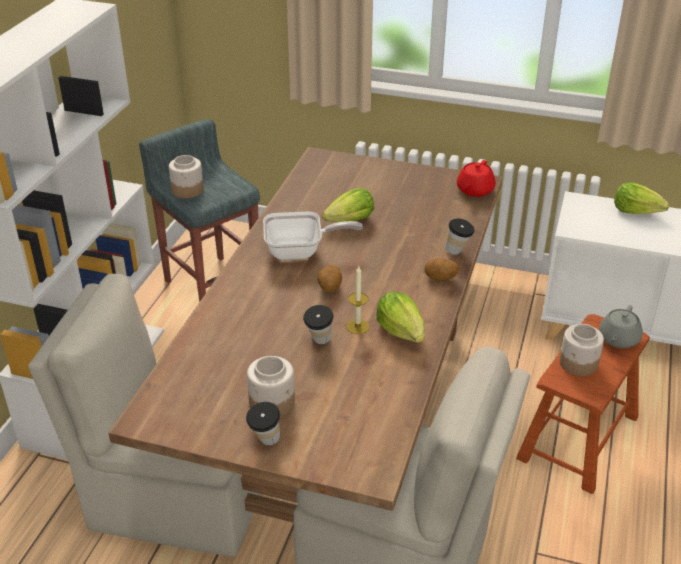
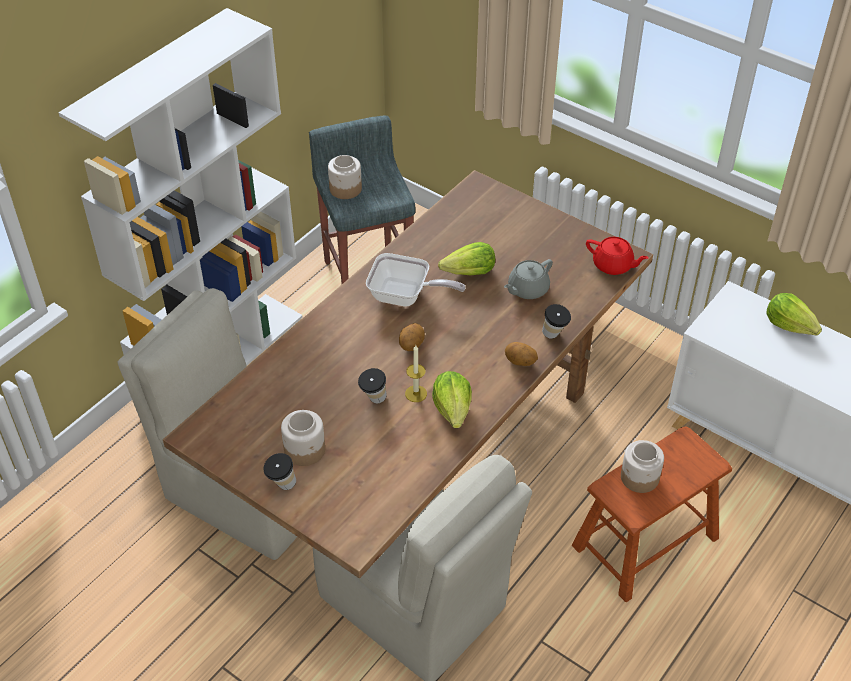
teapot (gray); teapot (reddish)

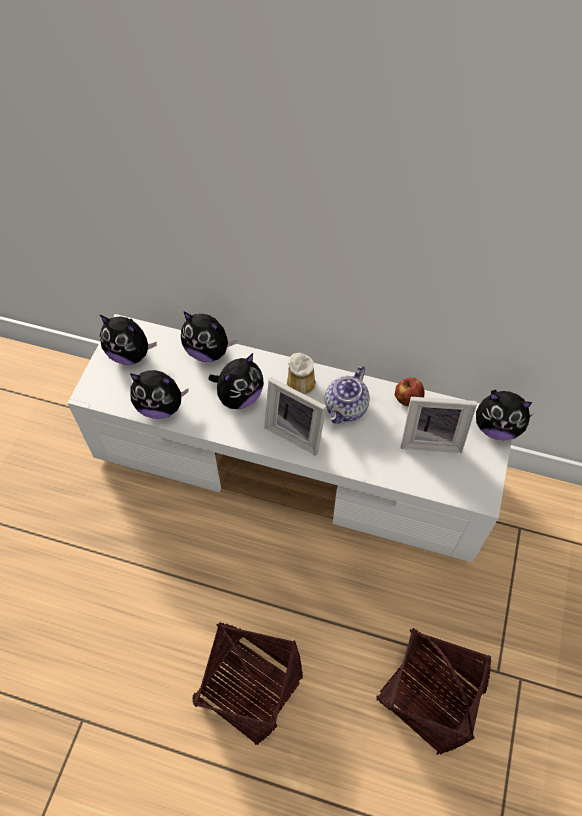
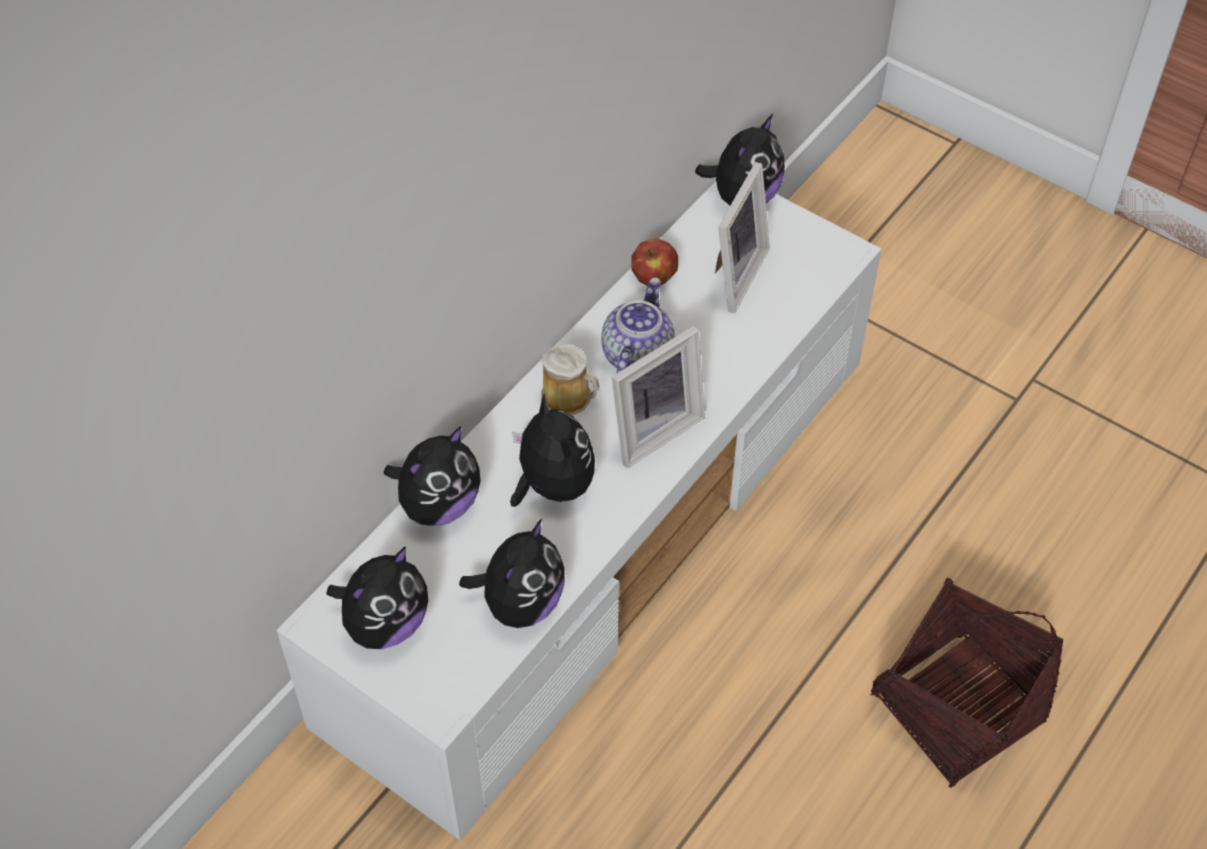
teapot; household basket (no. 2 from left in the first image)

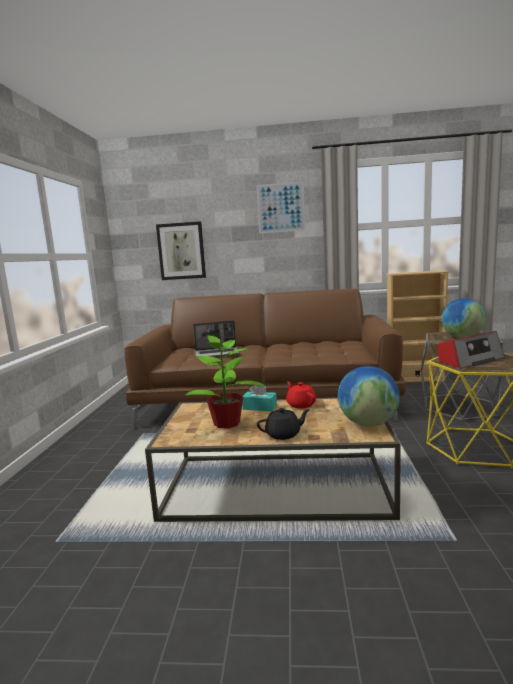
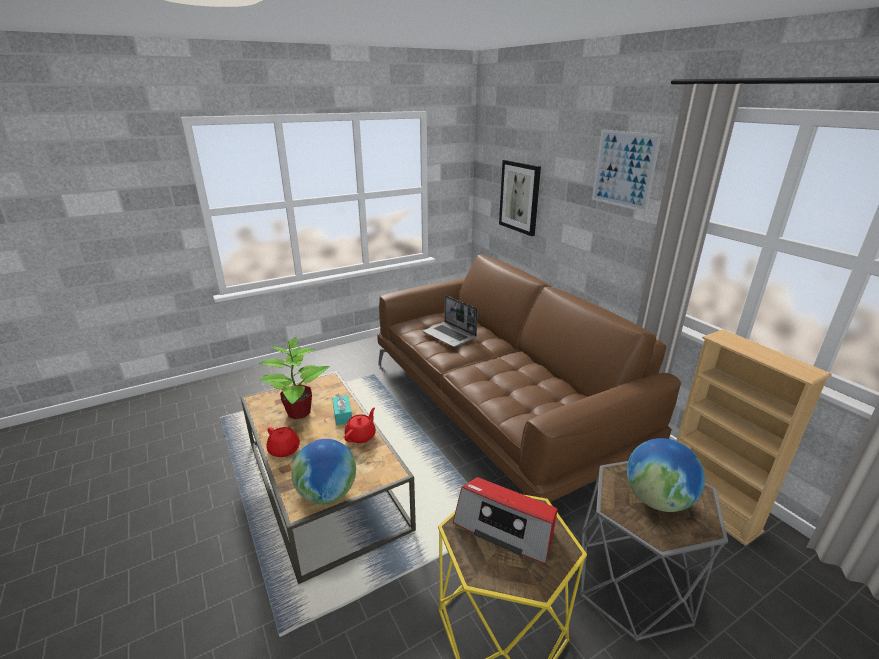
teapot (reddish) (no. 1 from left)

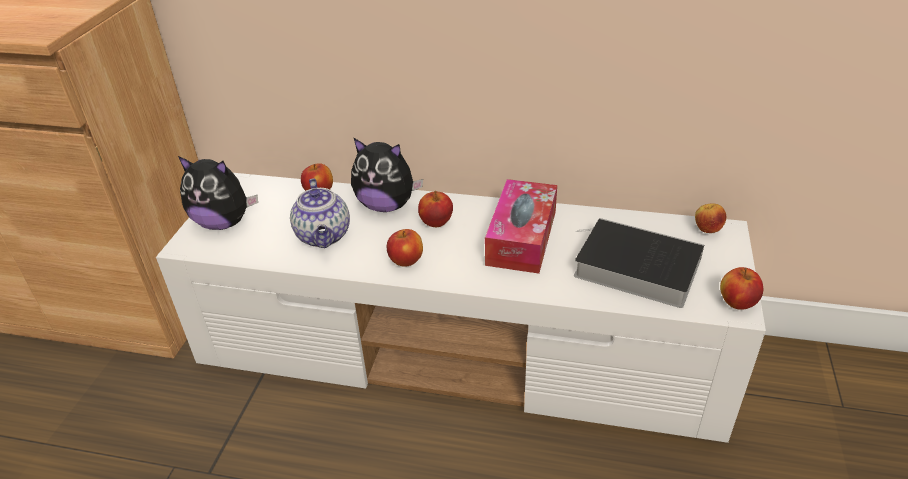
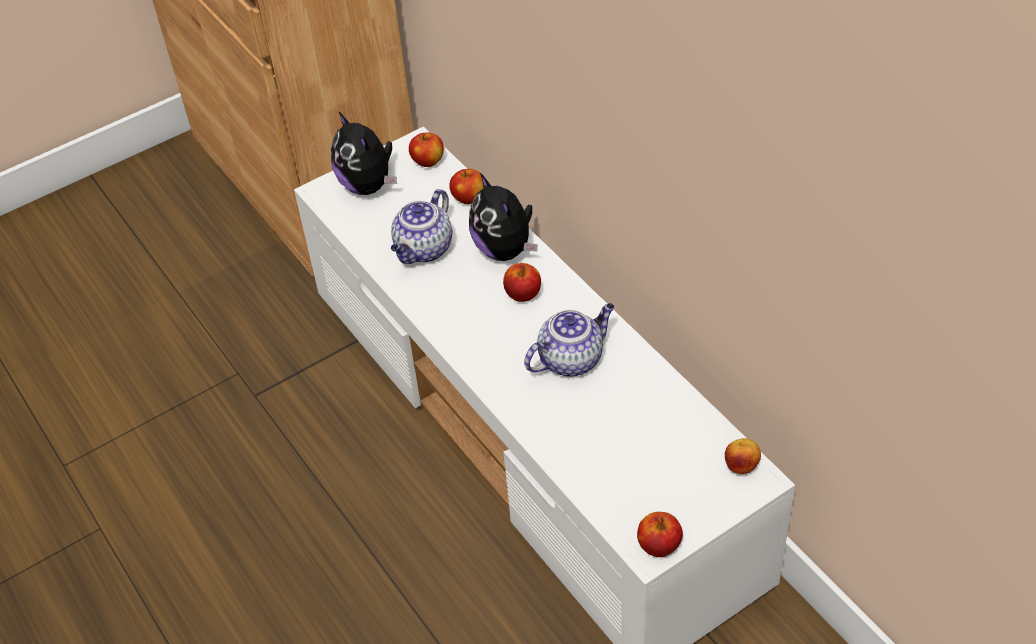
whole apple (no. 1 from left); teapot (no. 2 from left); volume

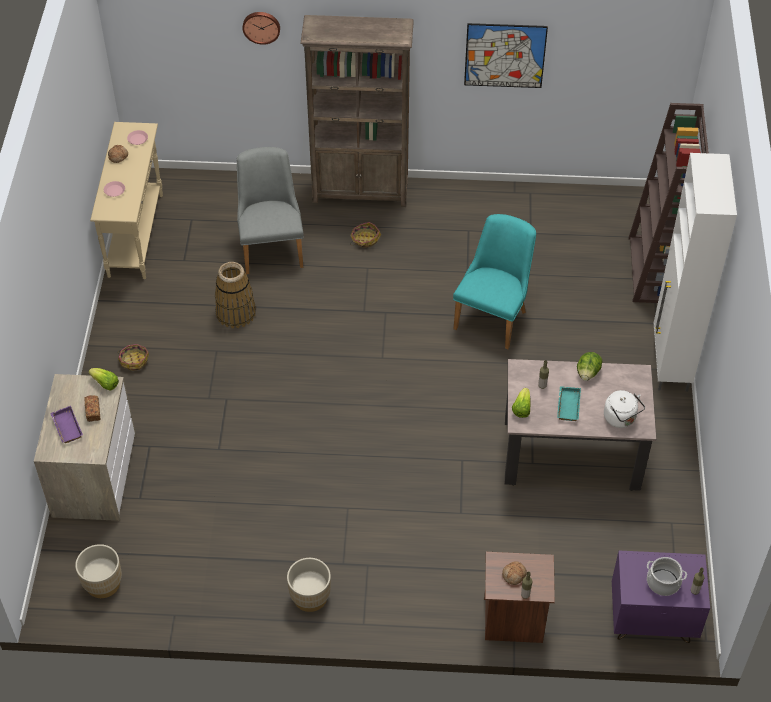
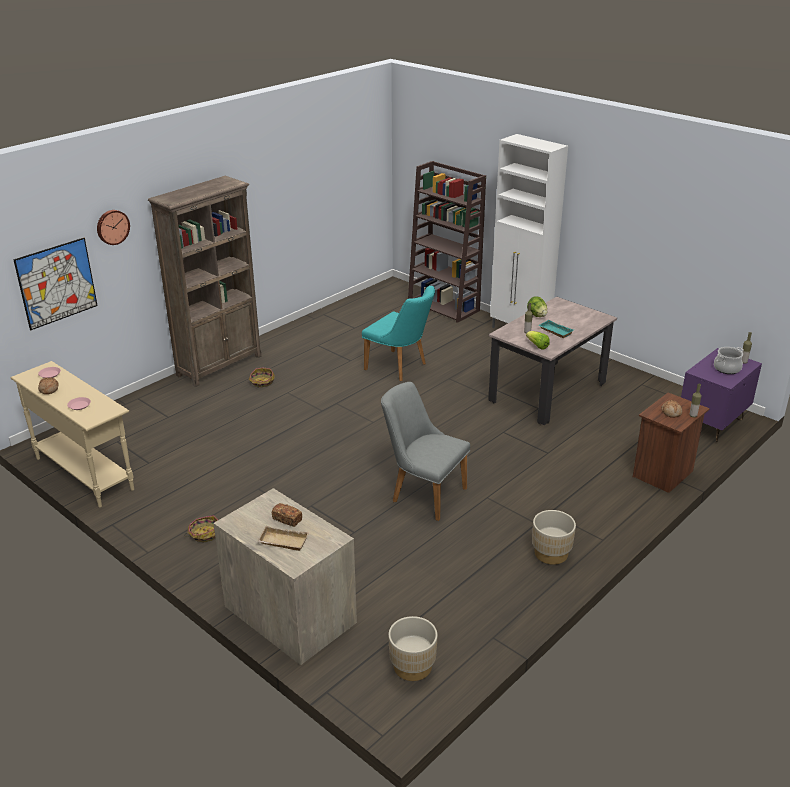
wall art; tray (sand-coloured); plain chair (turquoise); plain chair (gray); lettuce head (no. 1 from left in the first image); household basket (no. 2 from left in the first image); tea kettle (white-coloured)

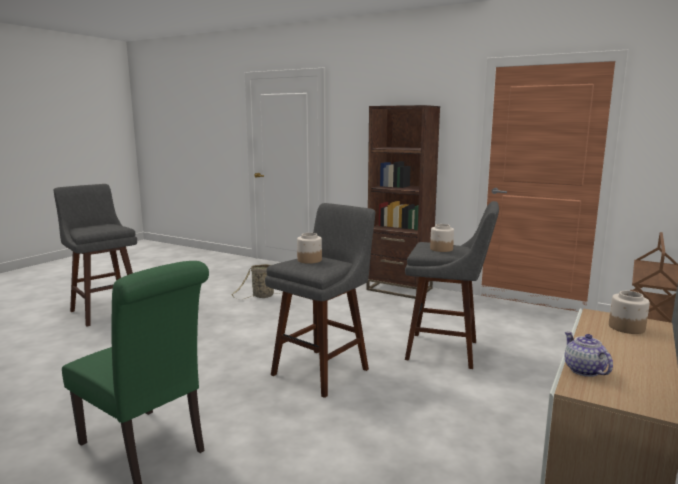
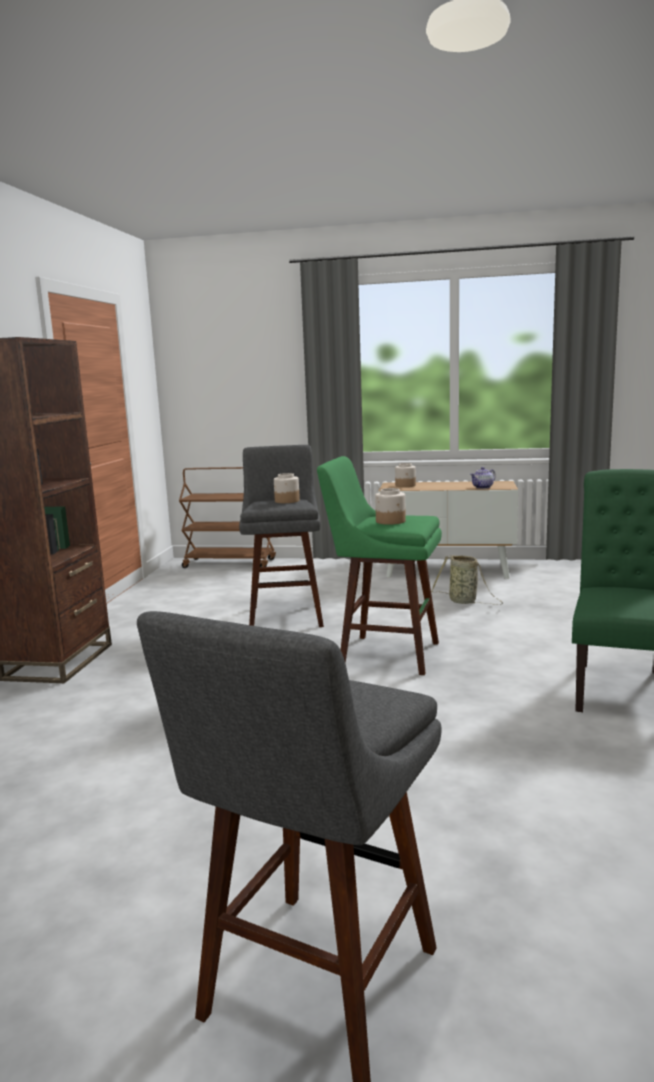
sitting stool (green); household basket

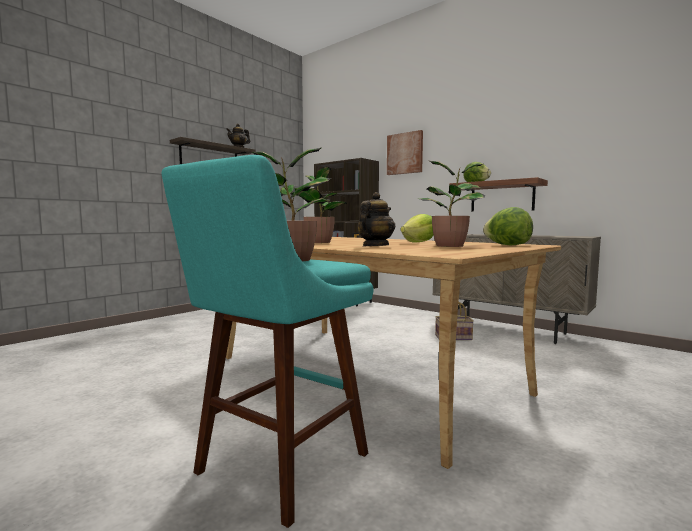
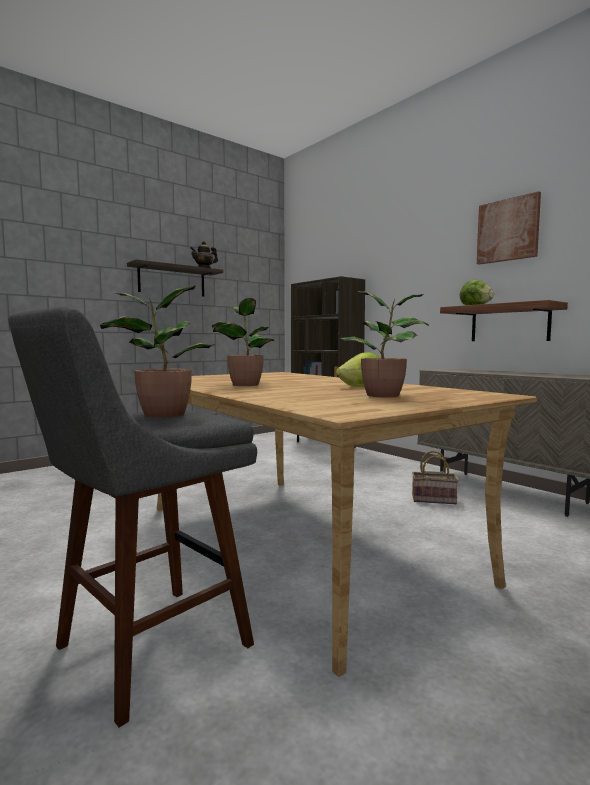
sitting stool (gray); wall art; teapot (no. 2 from left in the first image); lettuce head (no. 3 from left in the first image)

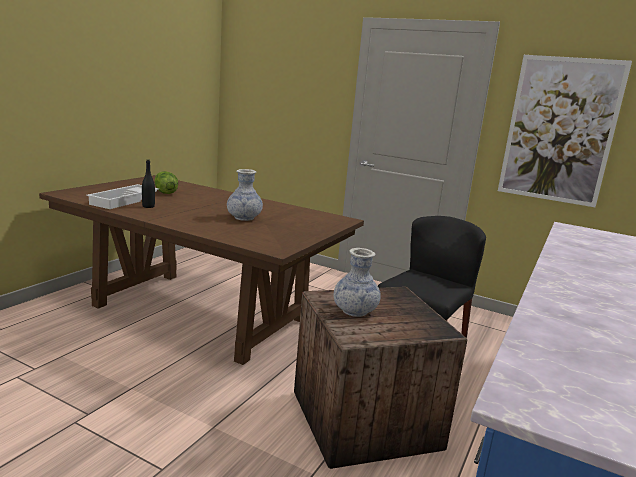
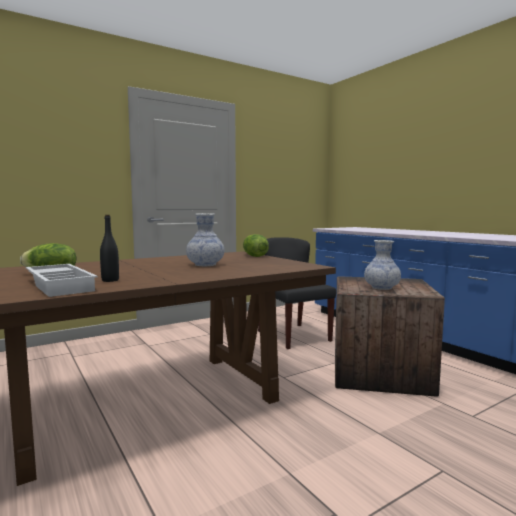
lettuce head (no. 2 from left); wall art

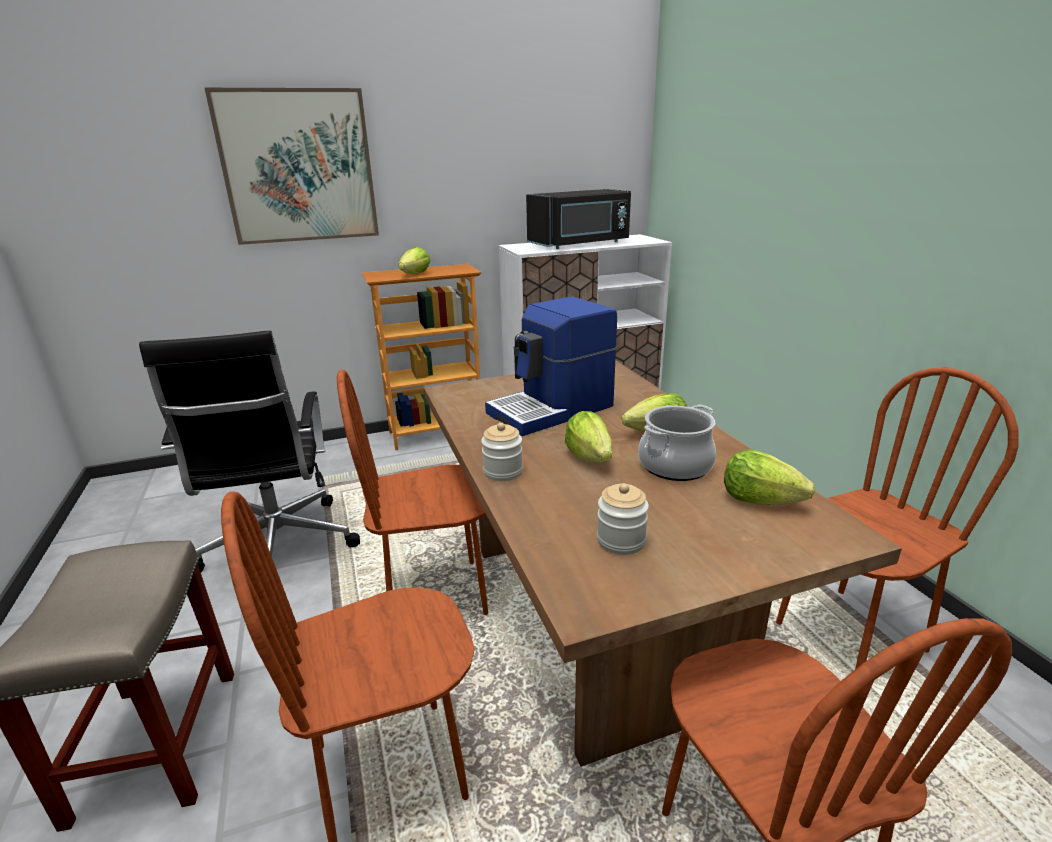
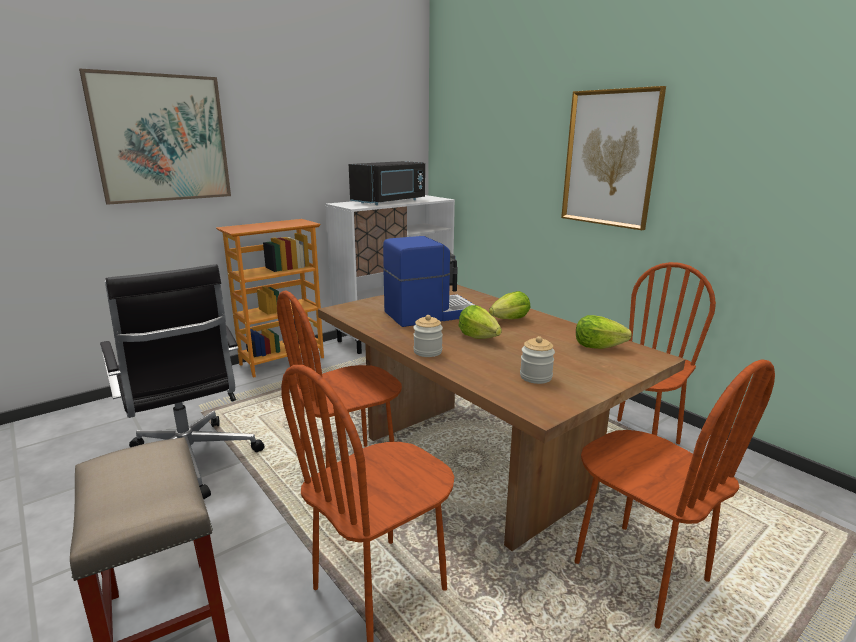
coffee maker; wall art (no. 2 from left); lettuce head (no. 1 from left in the first image); saucepot

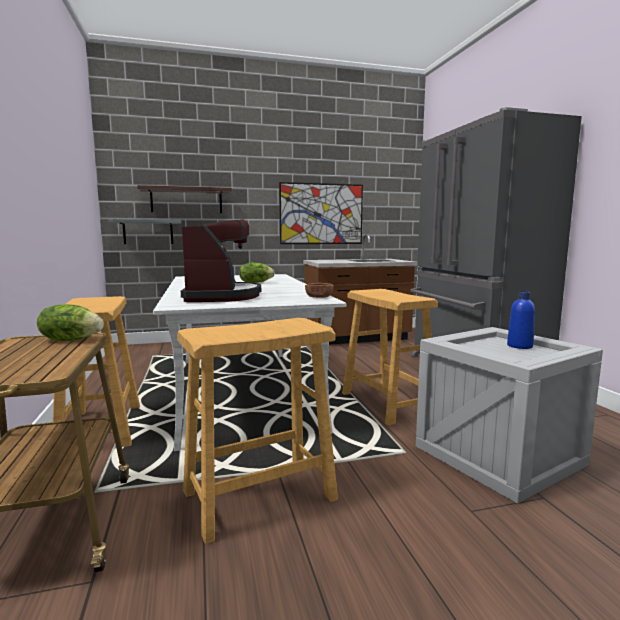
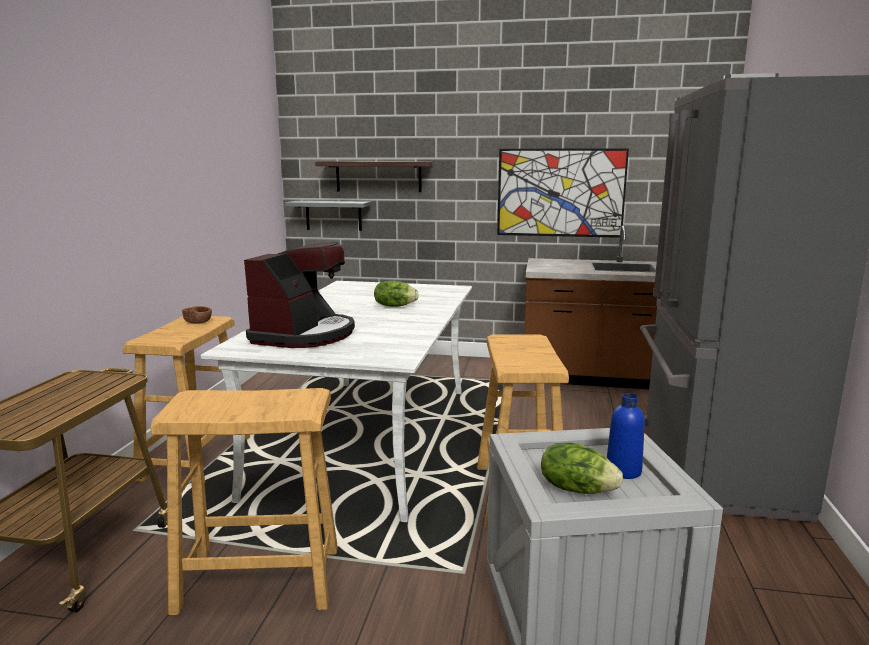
serving bowl (brown); lettuce head (no. 2 from left)

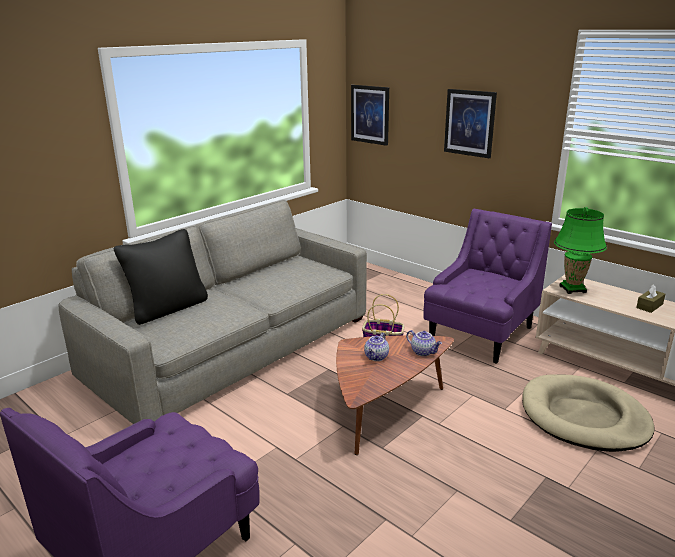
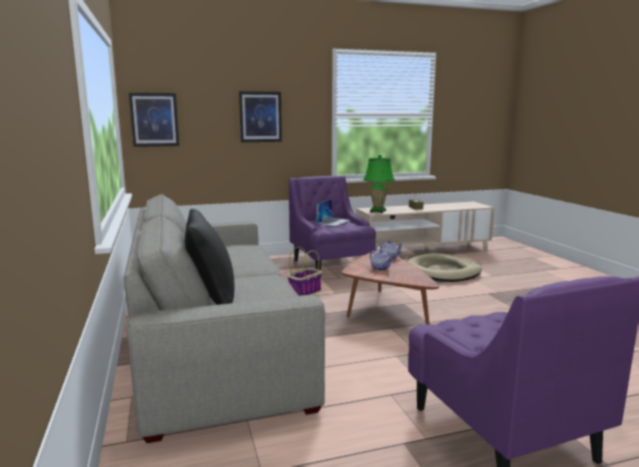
portable computer

